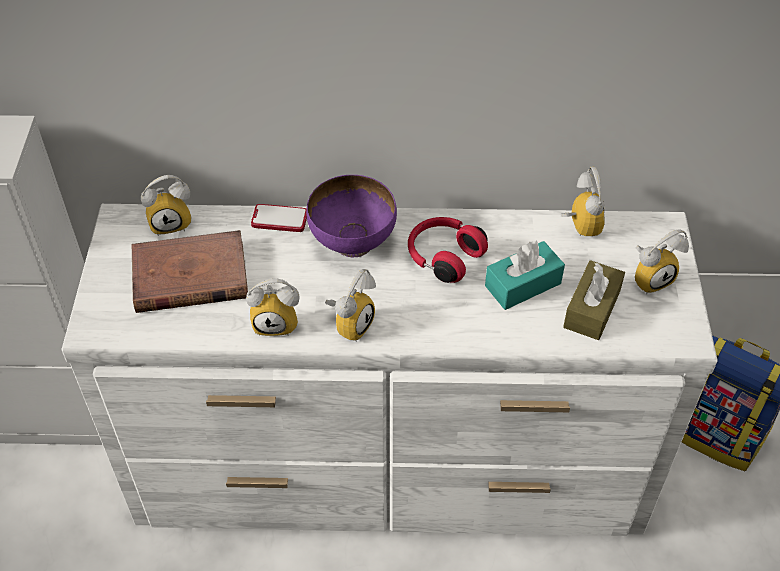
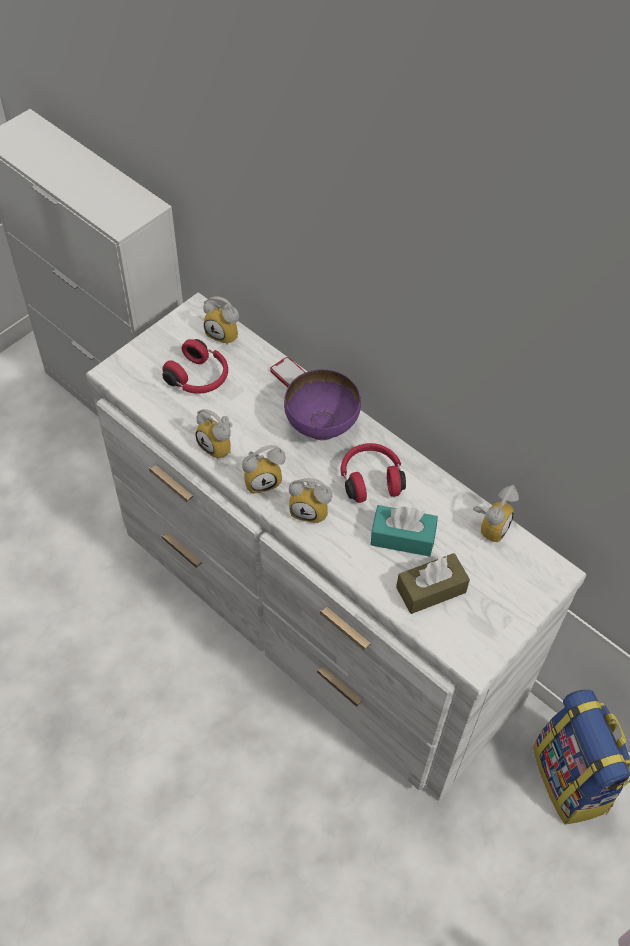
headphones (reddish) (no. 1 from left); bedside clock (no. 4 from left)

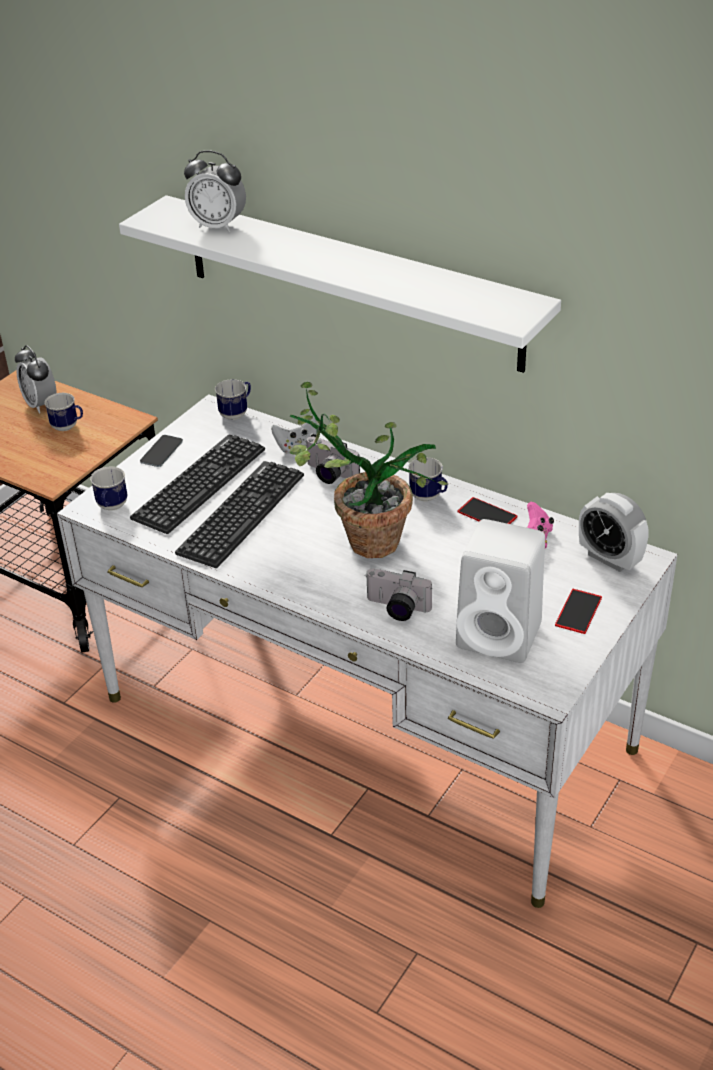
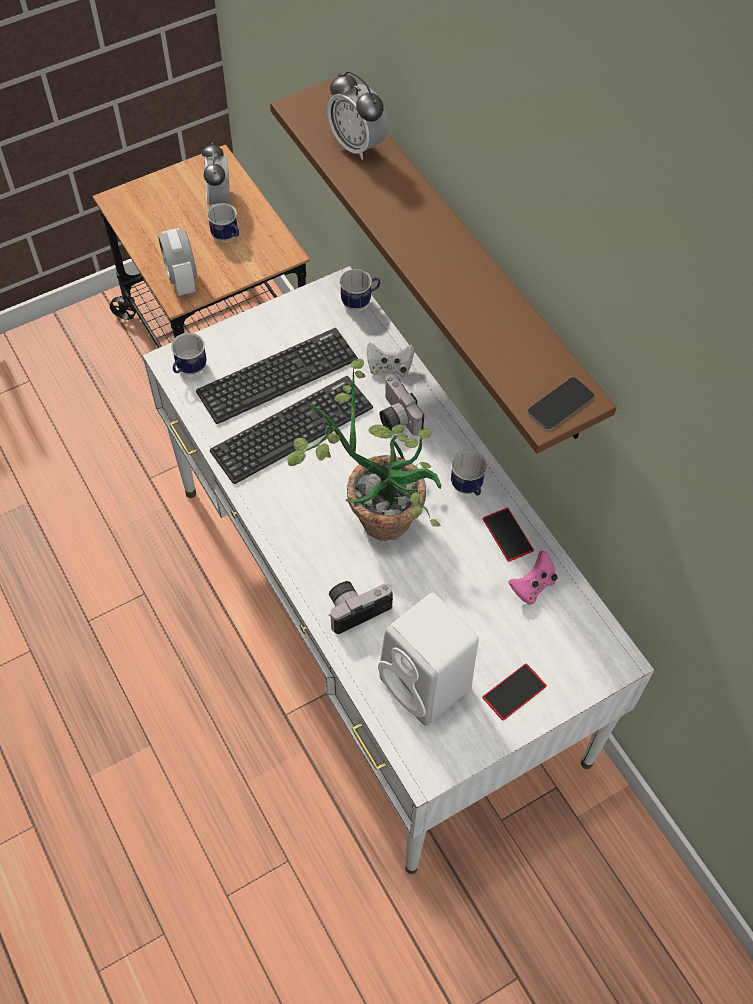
bedside clock (no. 1 from left); wall shelf (brown); still camera (no. 1 from left); phone (no. 3 from left)

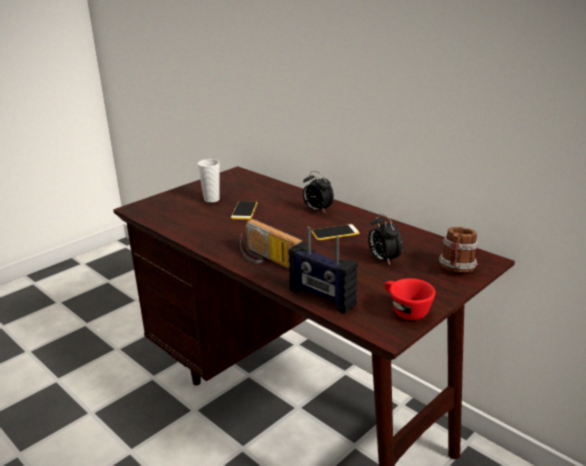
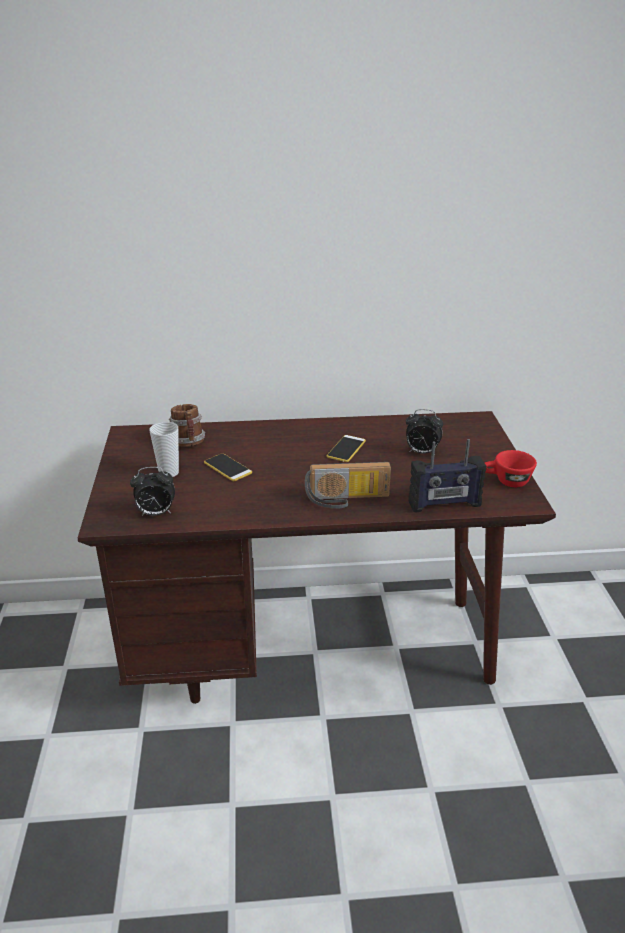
bedside clock (no. 1 from left); tea mug

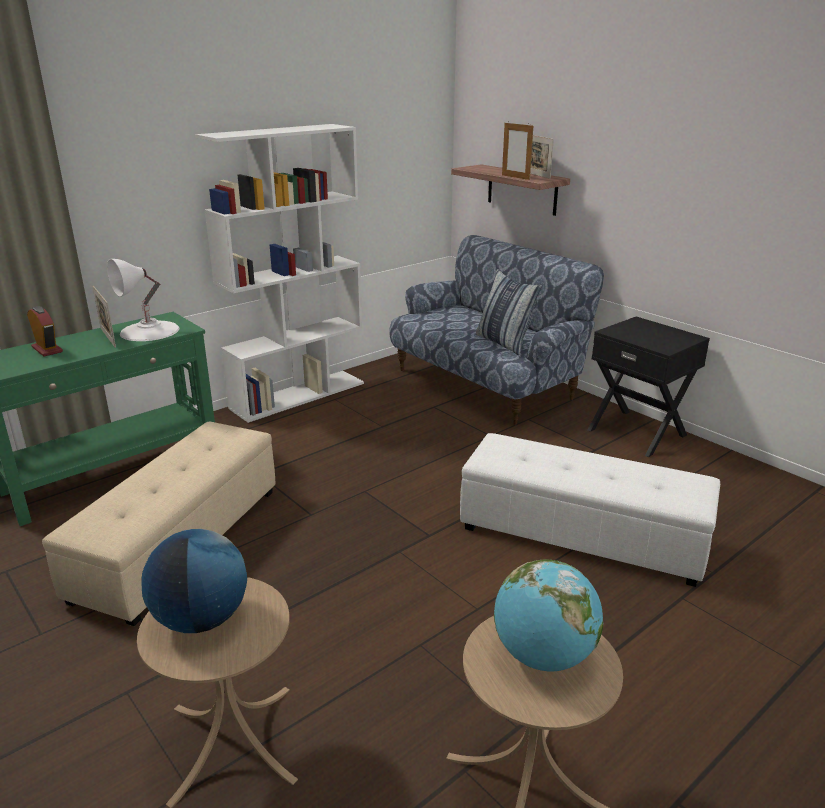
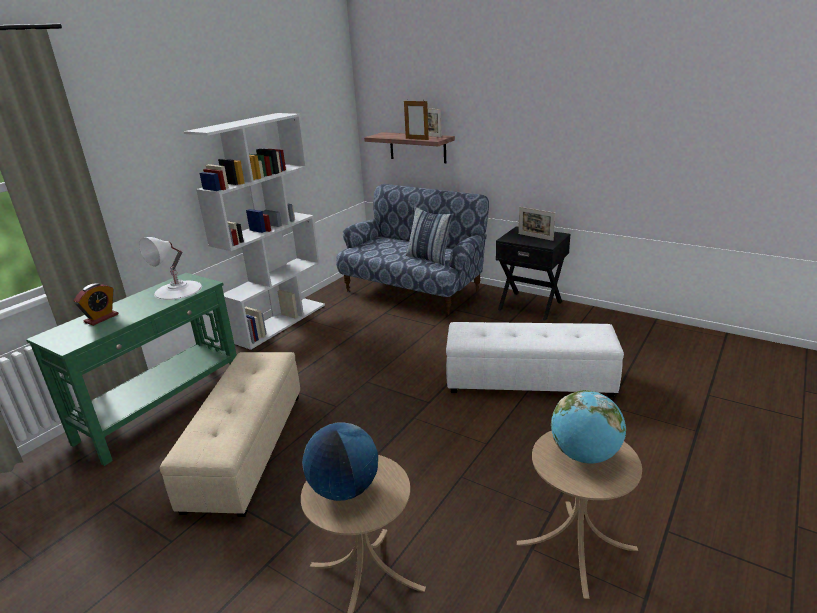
bedside clock; standing frame (no. 3 from left)

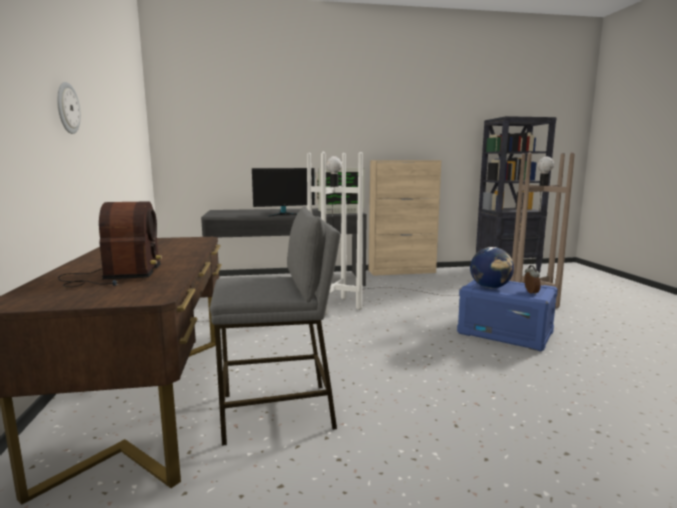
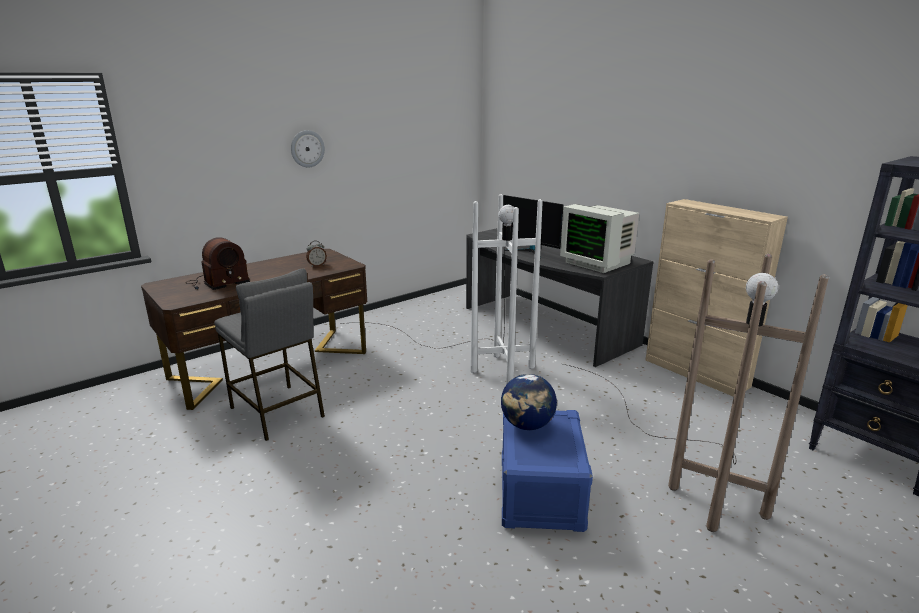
bedside clock

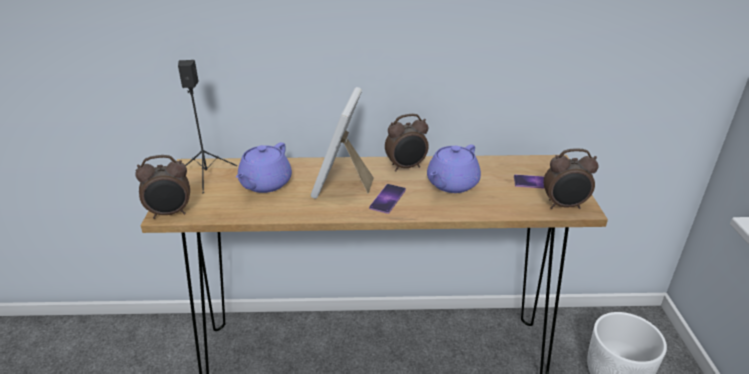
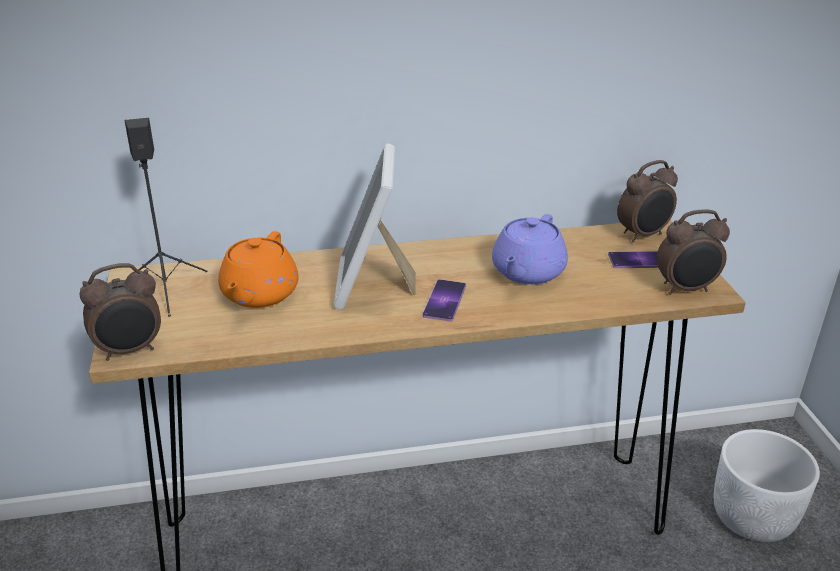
teapot (orange); bedside clock (no. 2 from left)

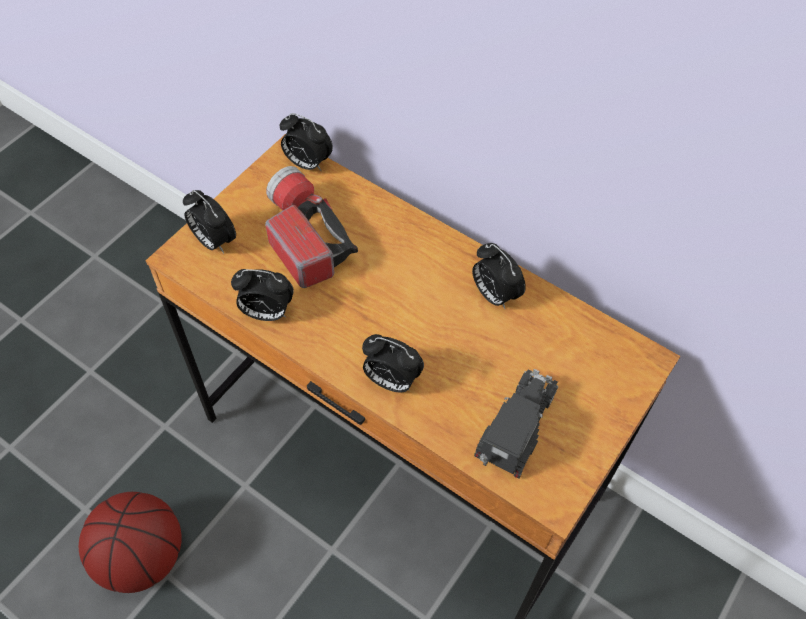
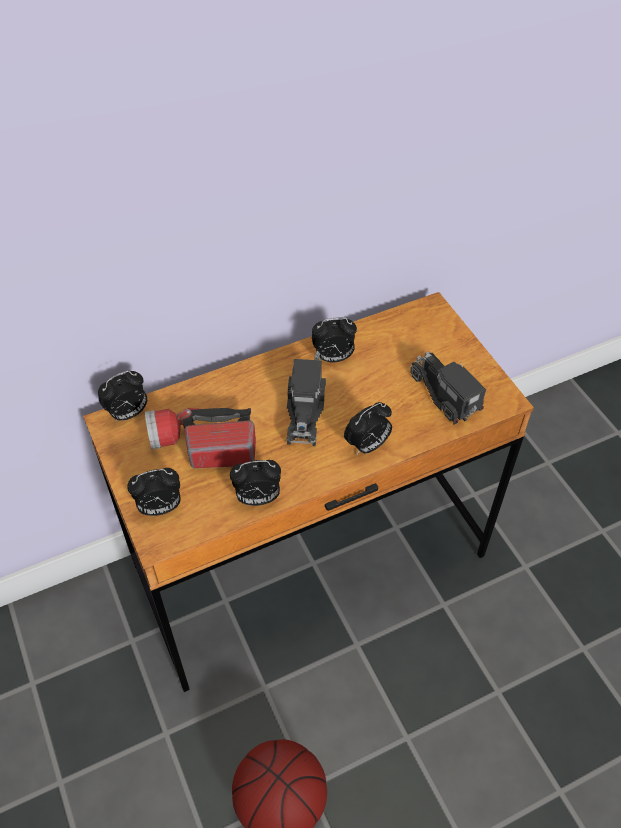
bedside clock (no. 3 from left); toy truck (no. 1 from left)

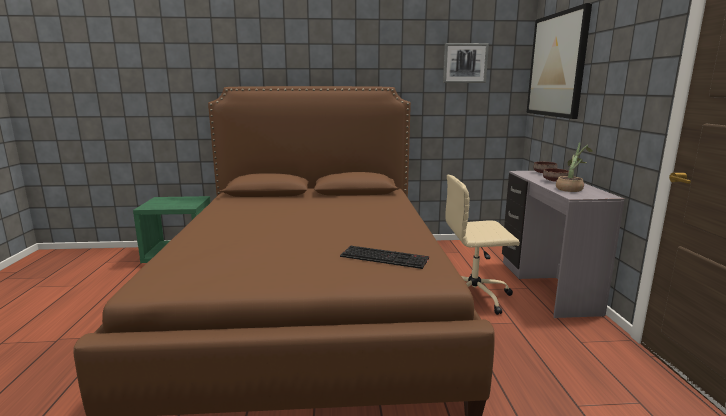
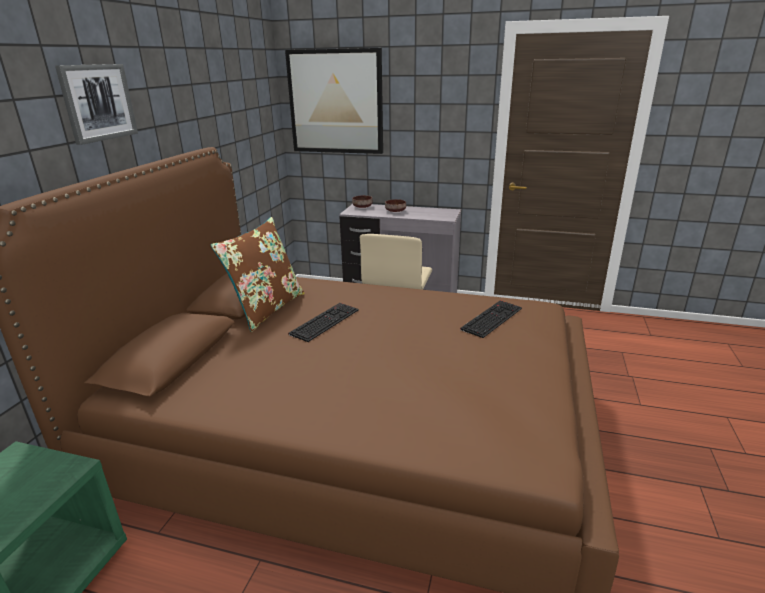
wall art (no. 1 from left); cushion (brown); PC keyboard (no. 1 from left); potted plant

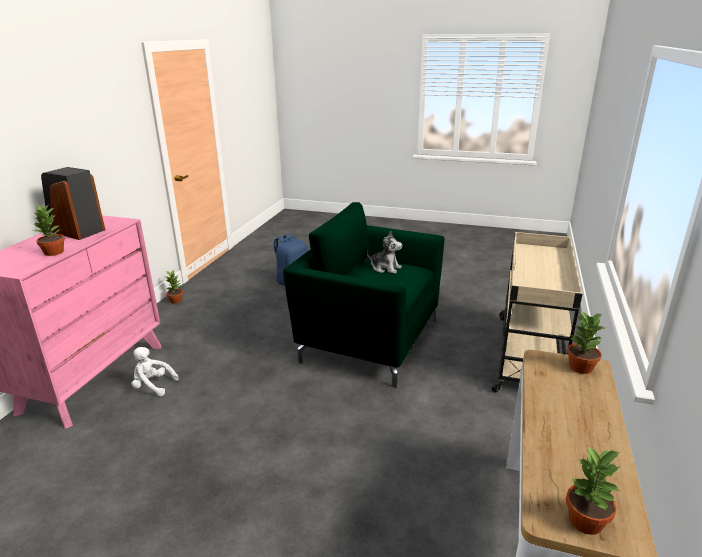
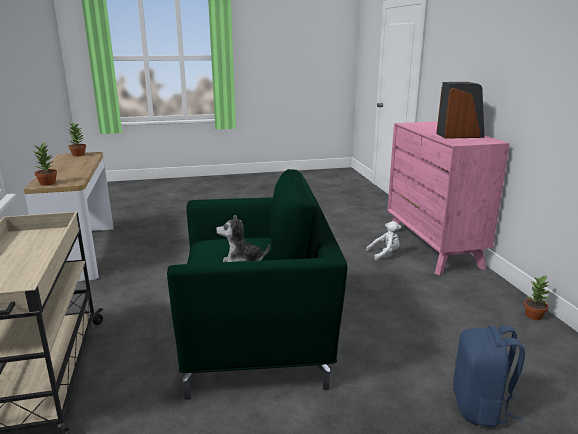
potted plant (no. 1 from left in the first image)

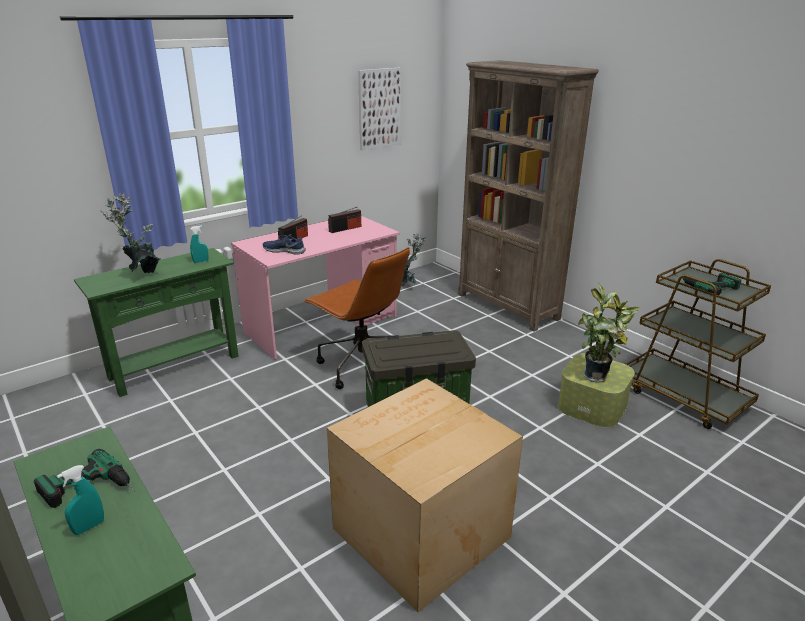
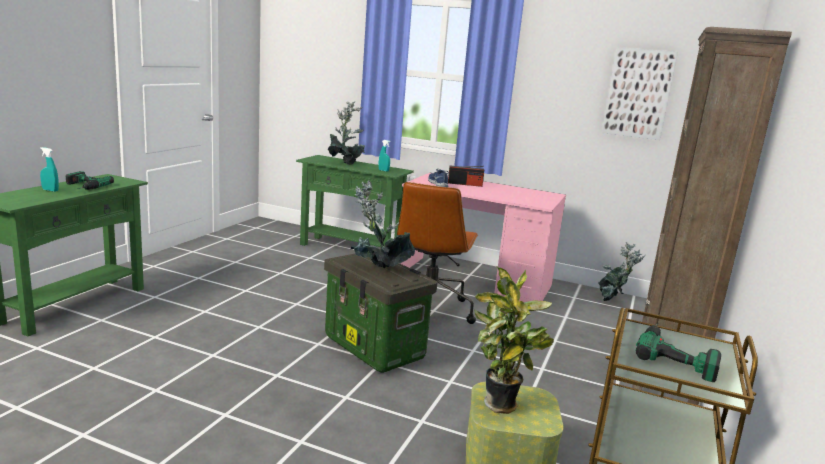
potted plant (no. 2 from left); cardboard box; radio receiver (no. 2 from left in the first image)

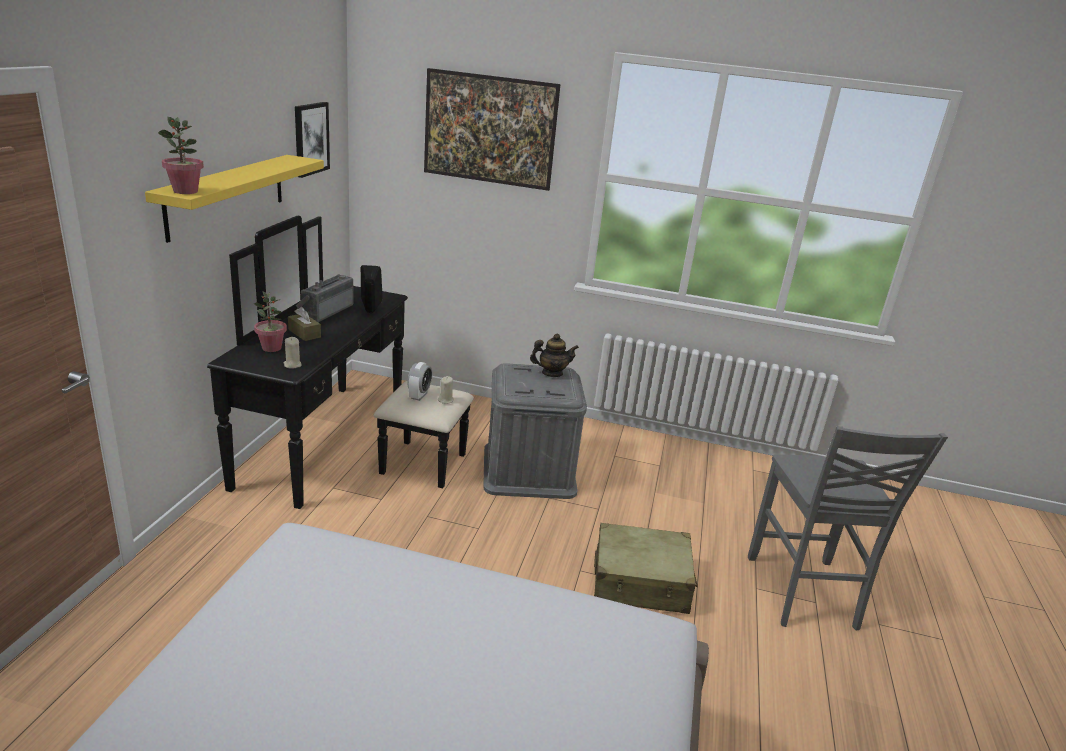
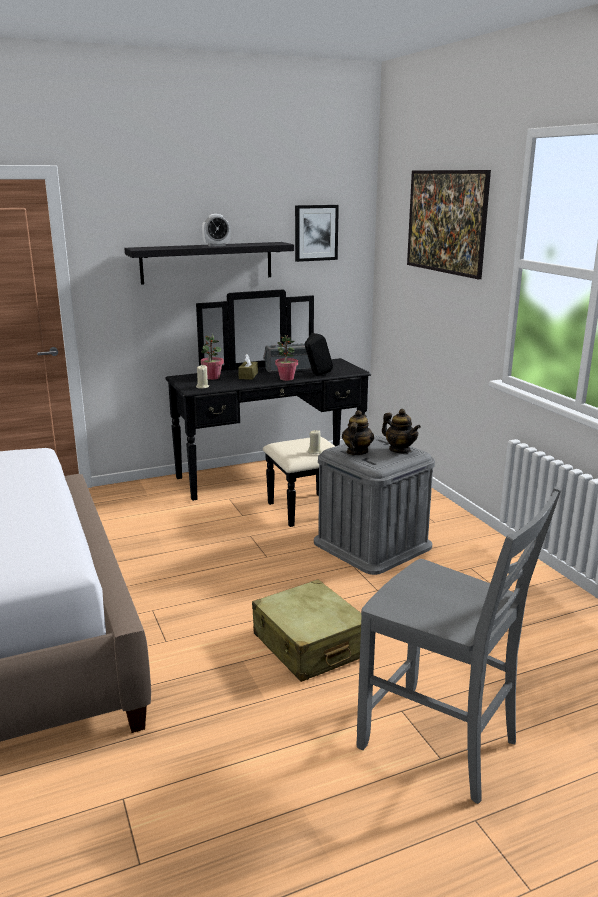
wall shelf (black); bedside clock; potted plant (no. 2 from left); teapot (no. 1 from left); plain chair (gray)

